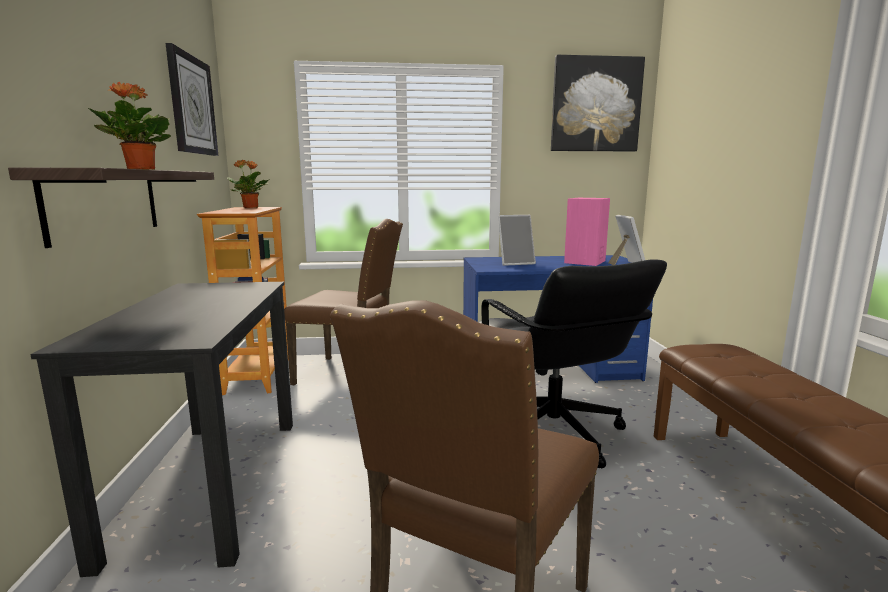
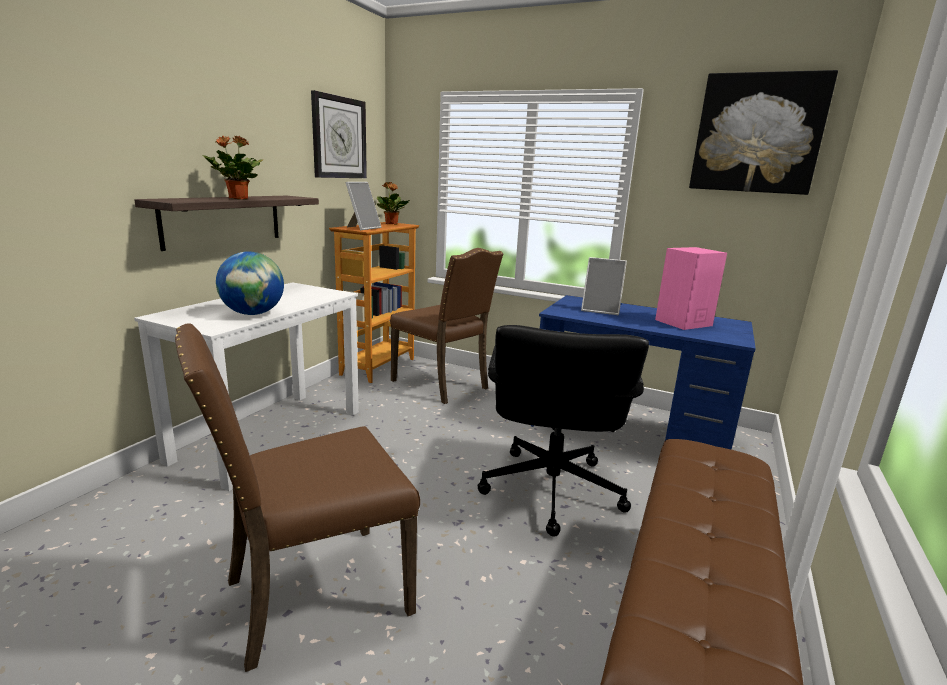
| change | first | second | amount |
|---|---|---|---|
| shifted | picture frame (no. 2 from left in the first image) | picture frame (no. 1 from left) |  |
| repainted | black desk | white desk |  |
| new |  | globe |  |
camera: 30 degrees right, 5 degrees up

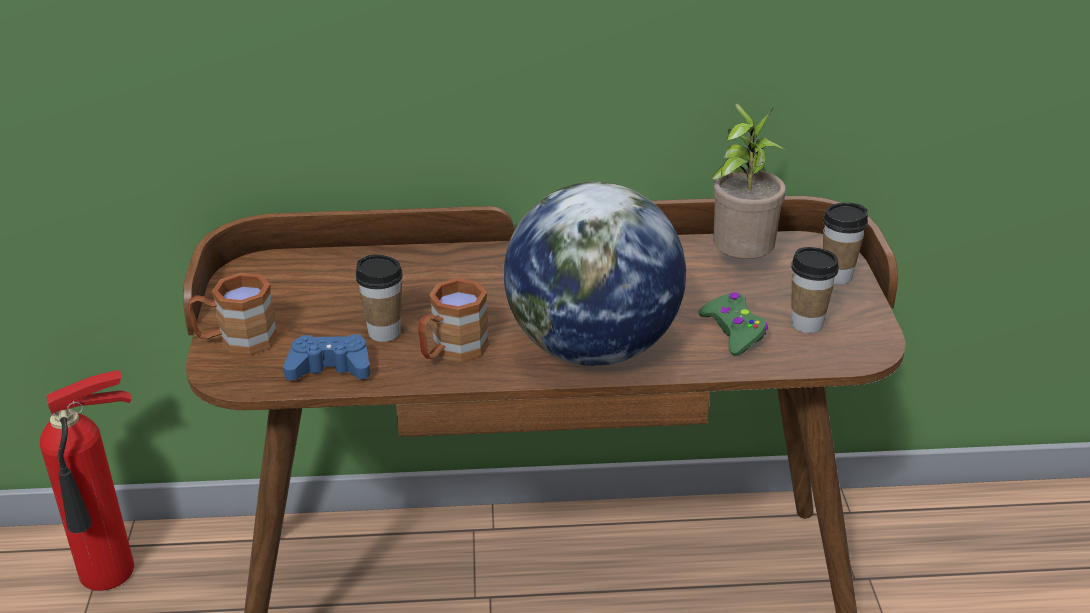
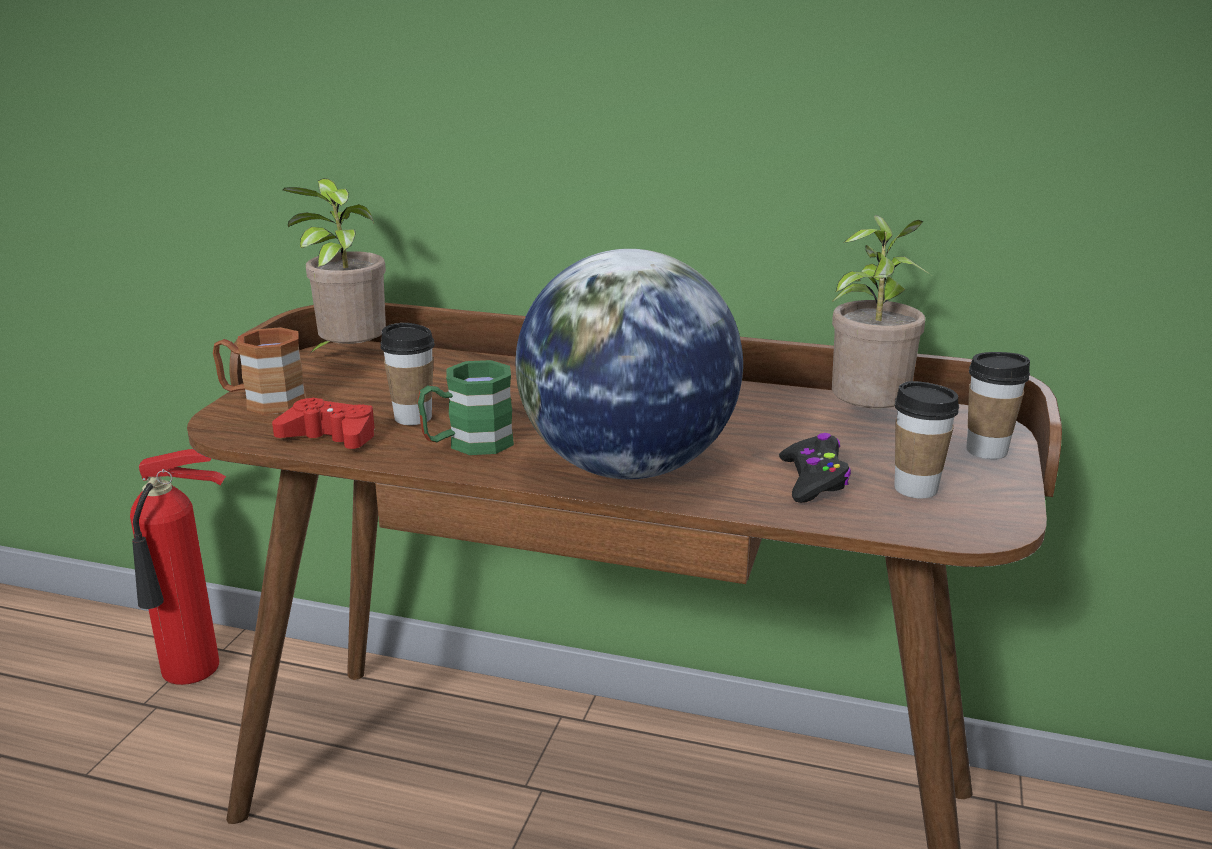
| change | first | second | amount |
|---|---|---|---|
| repainted | brown mug (no. 2 from left) | green mug |  |
| repainted | green game controller | black game controller |  |
| repainted | blue game controller | red game controller |  |
| new |  | potted plant (no. 1 from left) |  |
camera: 20 degrees right, 10 degrees down

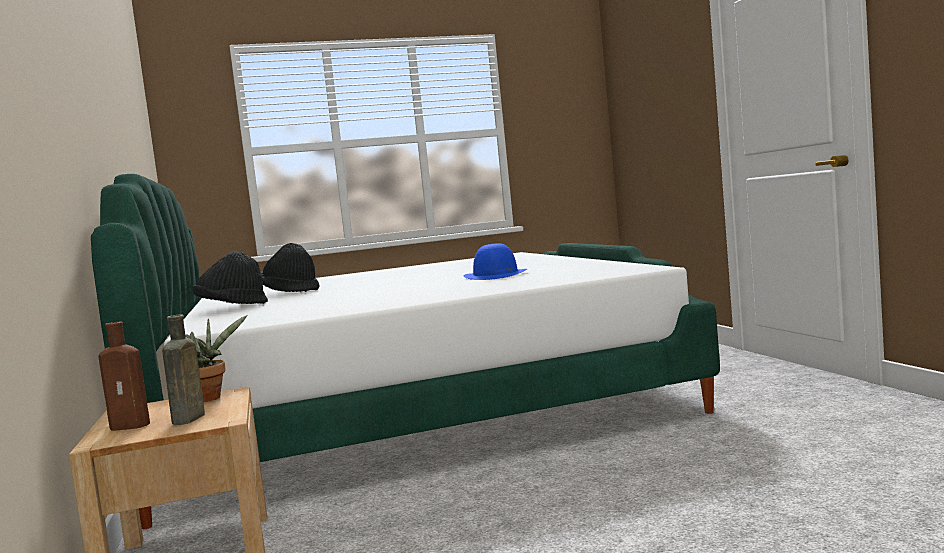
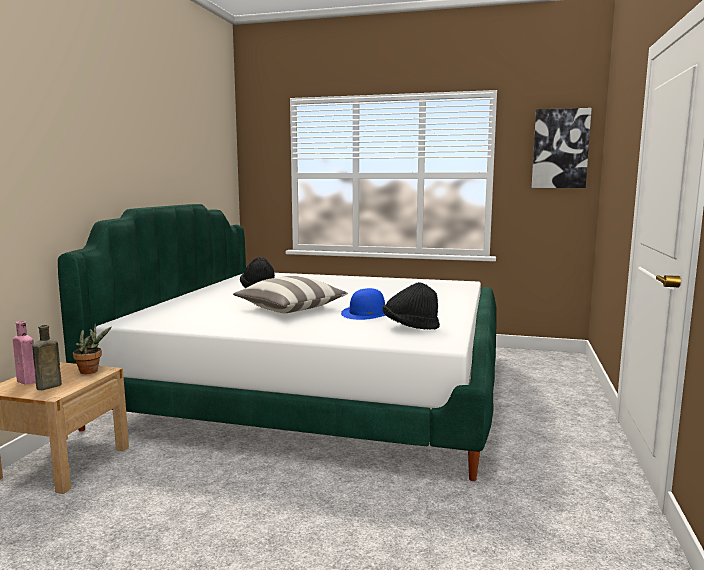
| change | first | second | amount |
|---|---|---|---|
| shifted | black hat (no. 1 from left in the first image) | black hat (no. 2 from left) |  |
| repainted | brown bottle (no. 1 from left) | pink bottle |  |
| new |  | picture |  |
| new |  | pillow |  |
camera: 30 degrees right, 5 degrees up

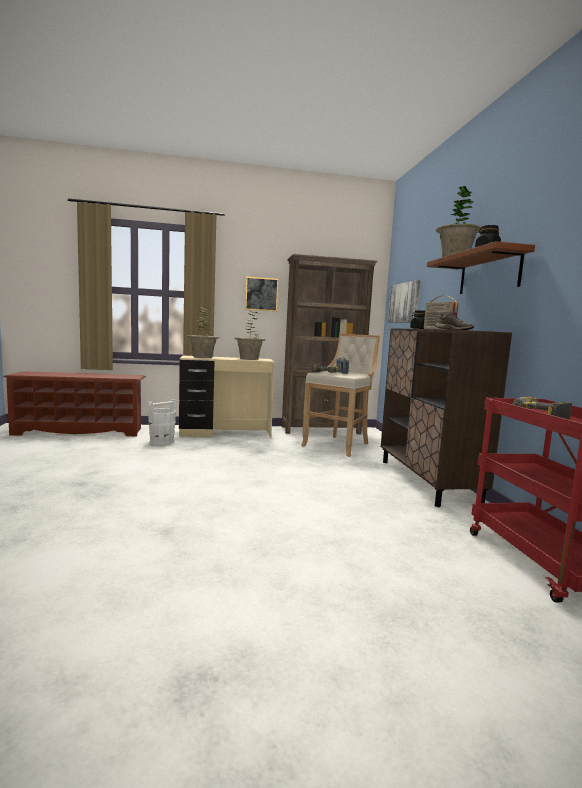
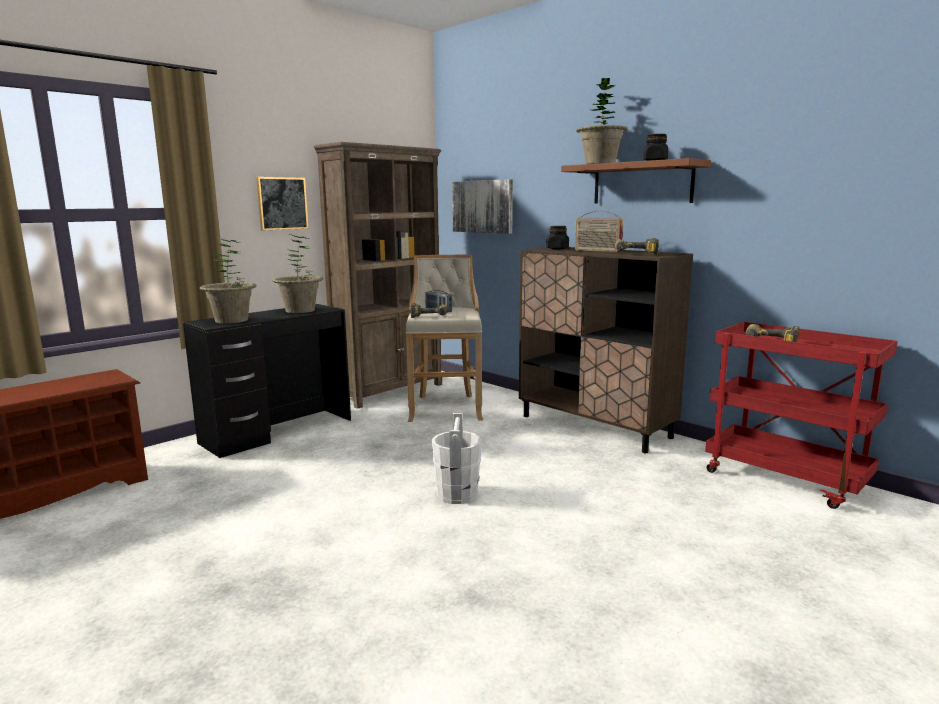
| change | first | second | amount |
|---|---|---|---|
| swapped | grey shoe | power drill (no. 2 from left) |  |
| repainted | beige desk | black desk |  |
| shifted | white bucket |  |  |
camera: 35 degrees left, 5 degrees up

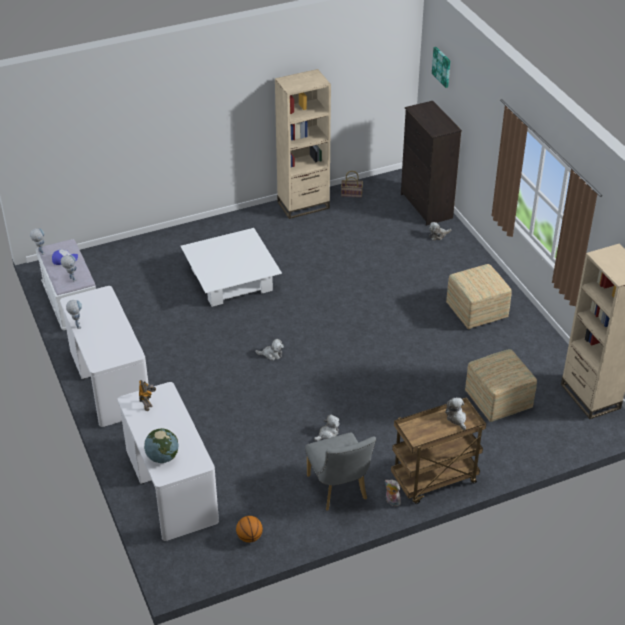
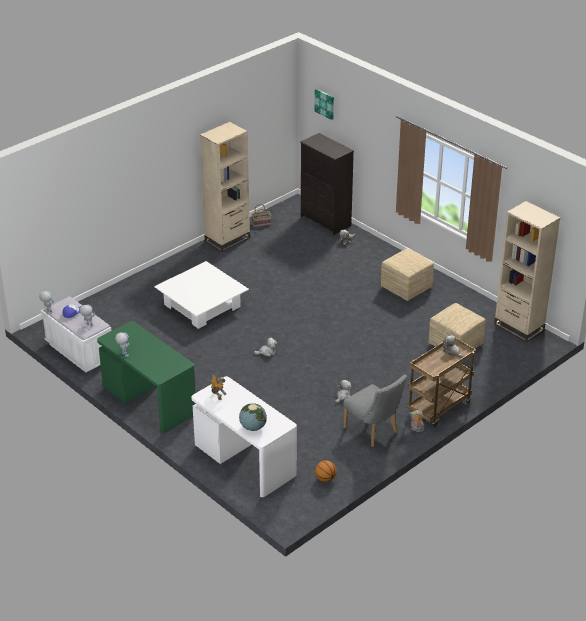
| change | first | second | amount |
|---|---|---|---|
| repainted | white desk (no. 1 from left) | green desk |  |
camera: 20 degrees left, 5 degrees down

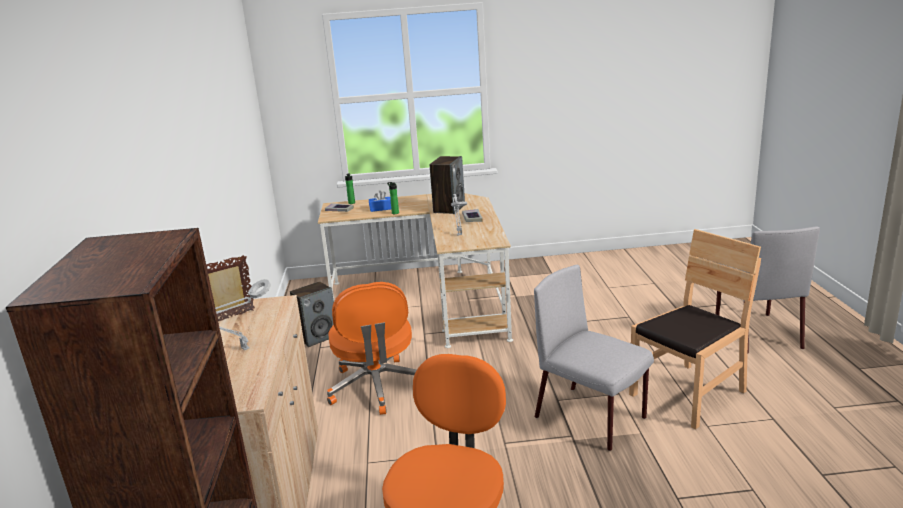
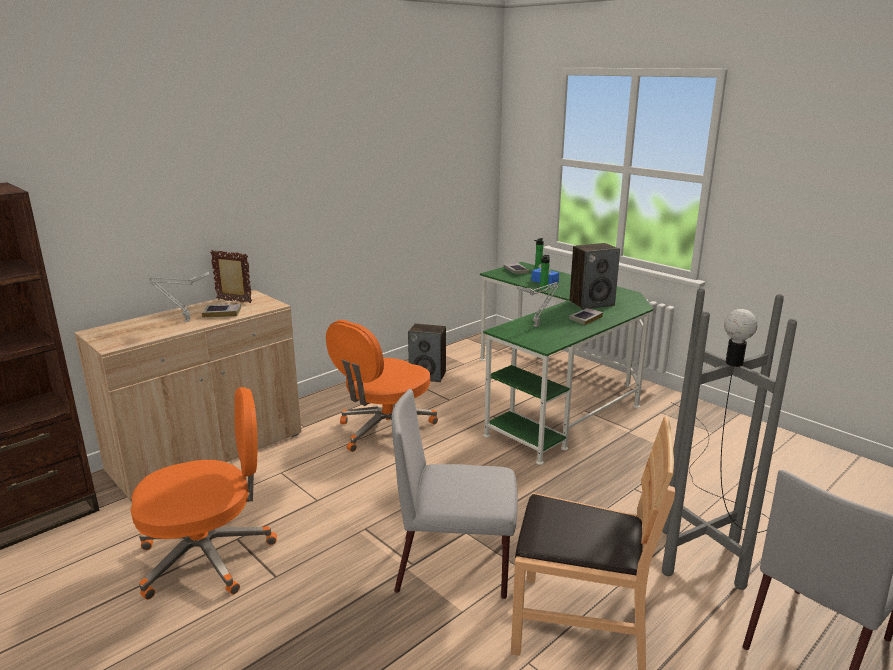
| change | first | second | amount |
|---|---|---|---|
| repainted | beige desk | green desk |  |
| rotated | grey chair (no. 1 from left) |  | 90 degrees counterclockwise |
| new |  | grey floor lamp |  |
| new |  | book (no. 1 from left) |  |
camera: 50 degrees right, 0 degrees up

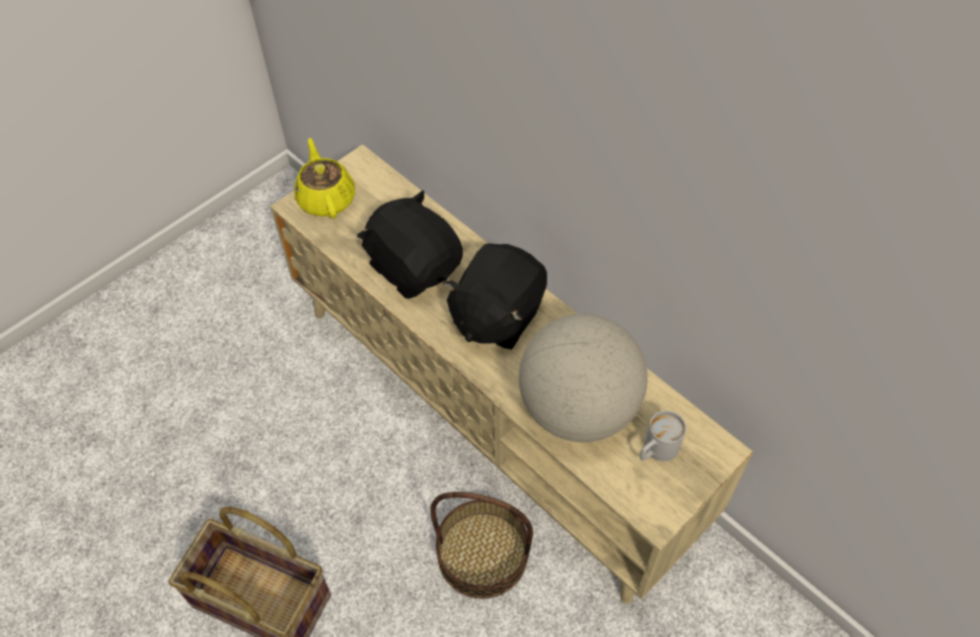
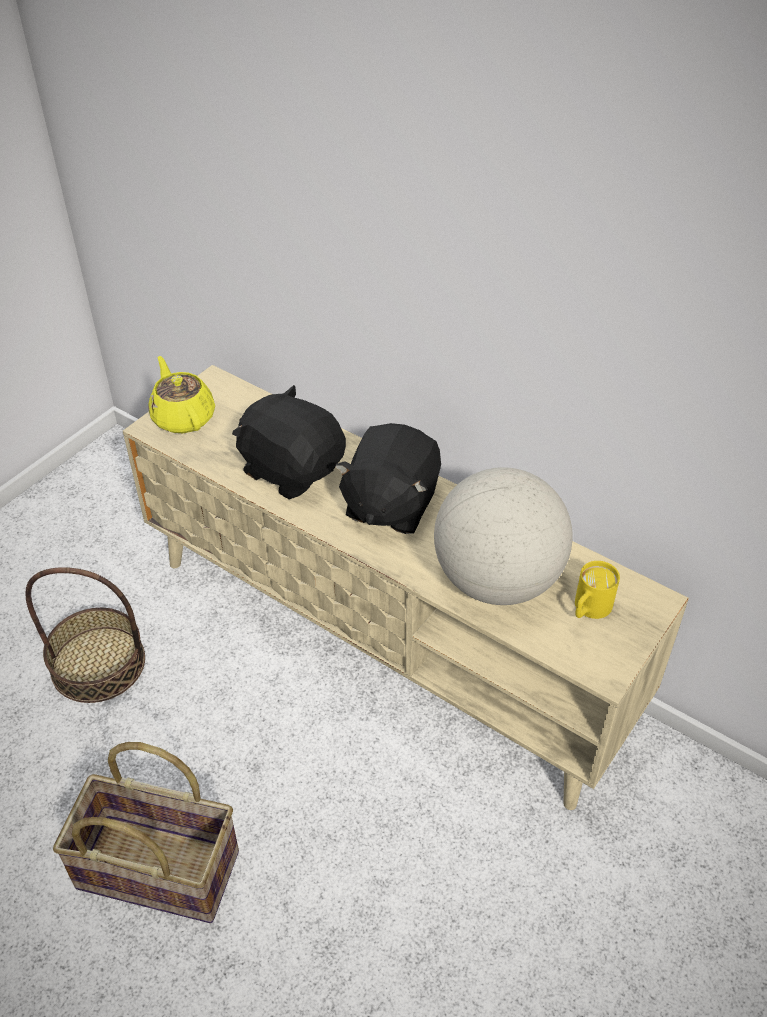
| change | first | second | amount |
|---|---|---|---|
| repainted | white mug | yellow mug |  |
| shifted | basket (no. 2 from left in the first image) | basket (no. 1 from left) |  |
camera: 10 degrees left, 10 degrees down

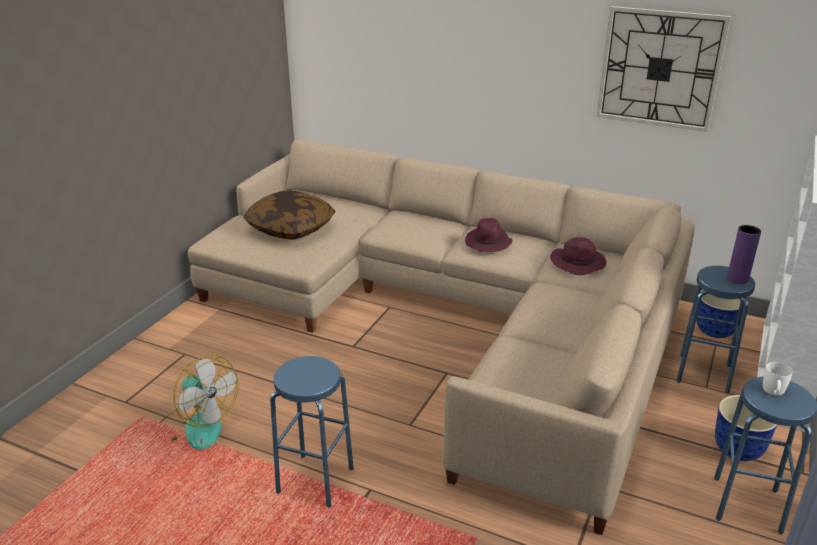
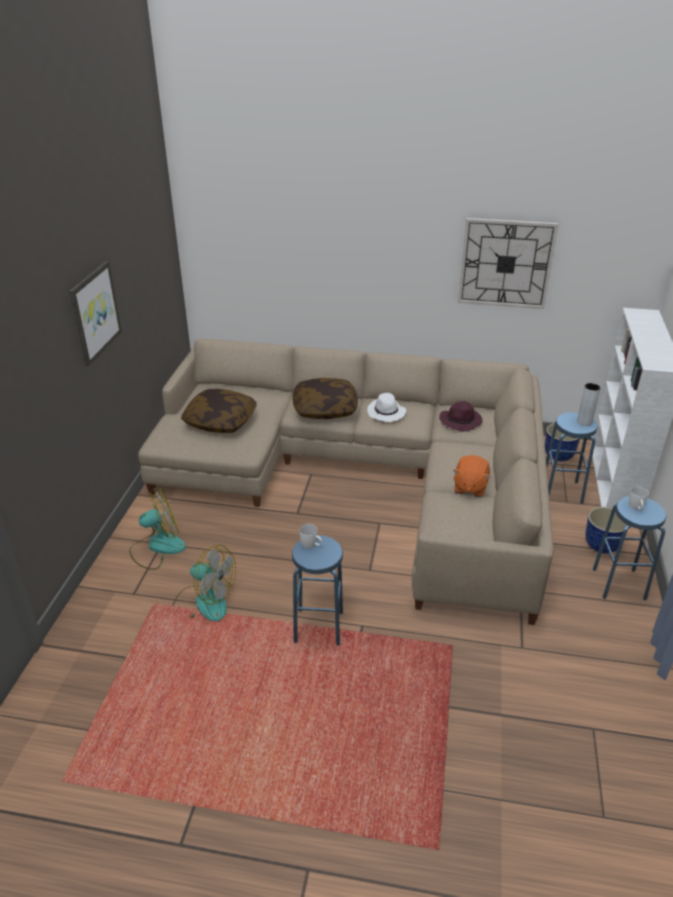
| change | first | second | amount |
|---|---|---|---|
| repainted | purple hat (no. 1 from left) | white hat |  |
| repainted | purple vase | grey vase |  |
| new |  | picture |  |
| new |  | pillow (no. 2 from left) |  |
| new |  | orange plush toy |  |
| new |  | fan (no. 1 from left) |  |
| new |  | white mug (no. 1 from left) |  |
camera: 15 degrees left, 5 degrees up

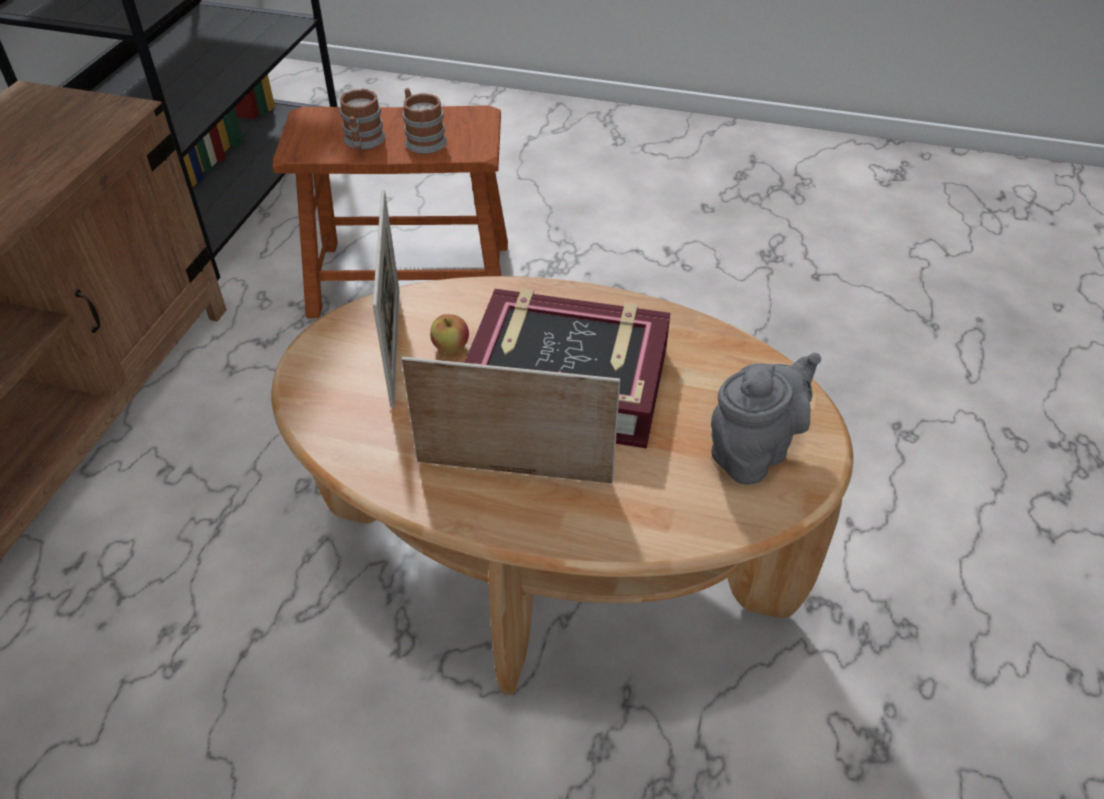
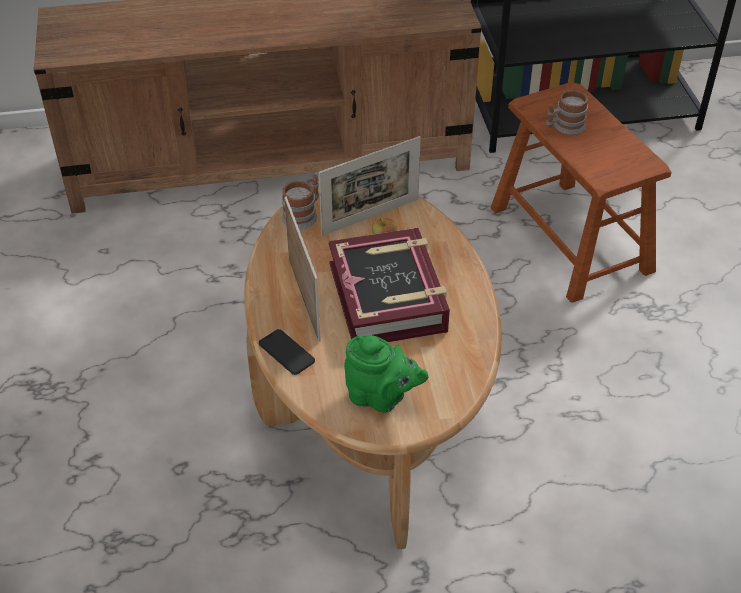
| change | first | second | amount |
|---|---|---|---|
| shifted | mug (no. 2 from left in the first image) | mug (no. 1 from left) |  |
| repainted | grey teapot | green teapot |  |
| new |  | phone |  |
camera: 65 degrees right, 0 degrees up

